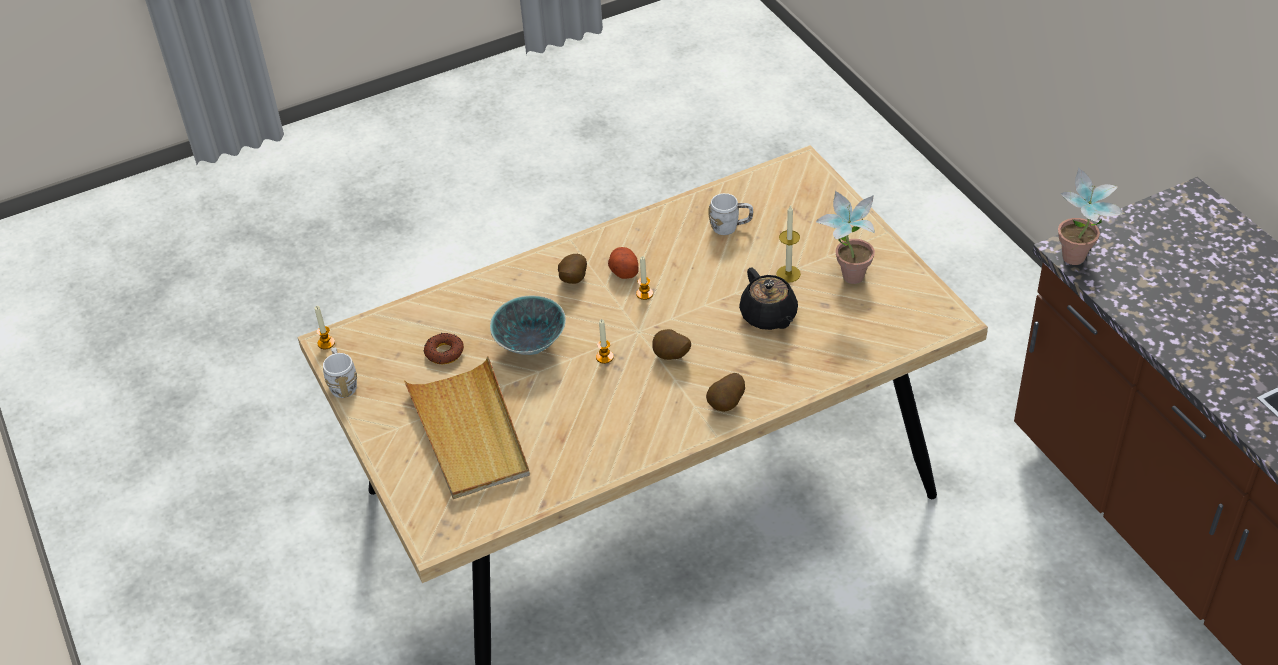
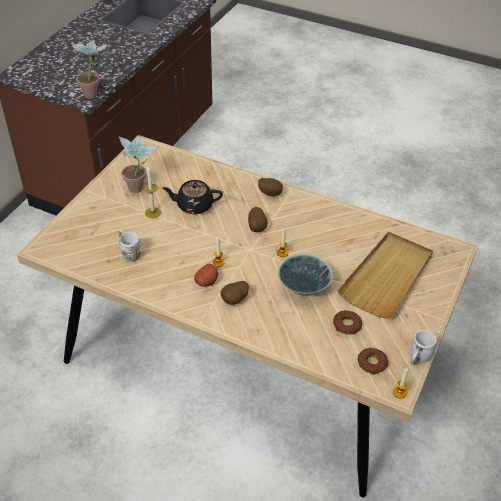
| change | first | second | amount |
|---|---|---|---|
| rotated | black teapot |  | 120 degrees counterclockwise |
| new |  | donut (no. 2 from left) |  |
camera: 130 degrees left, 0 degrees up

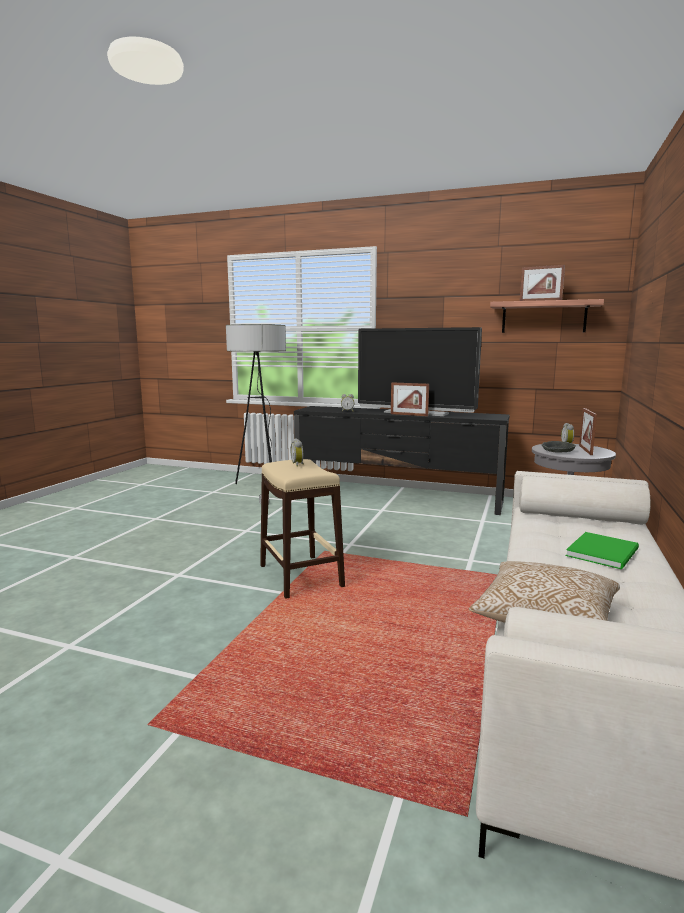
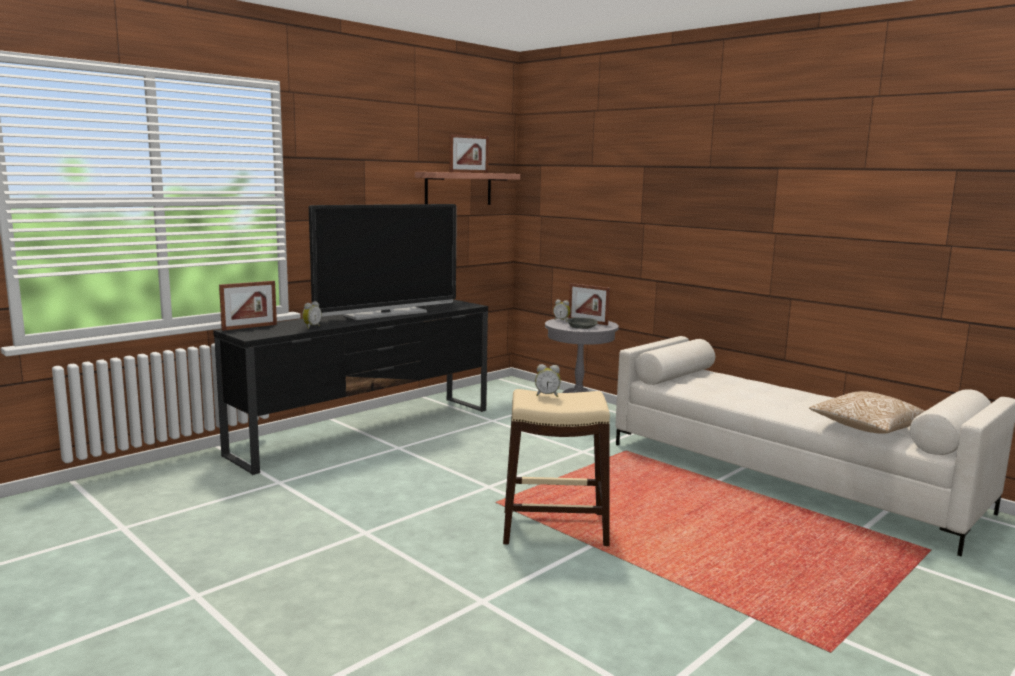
| change | first | second | amount |
|---|---|---|---|
| gone | floor lamp |  |  |
| shifted | picture frame (no. 1 from left) |  |  |
| gone | green book |  |  |
camera: 65 degrees left, 0 degrees up

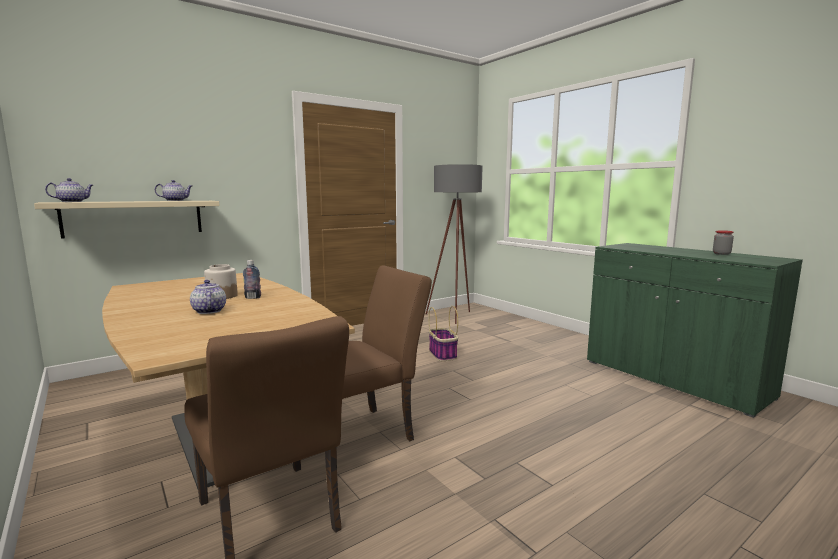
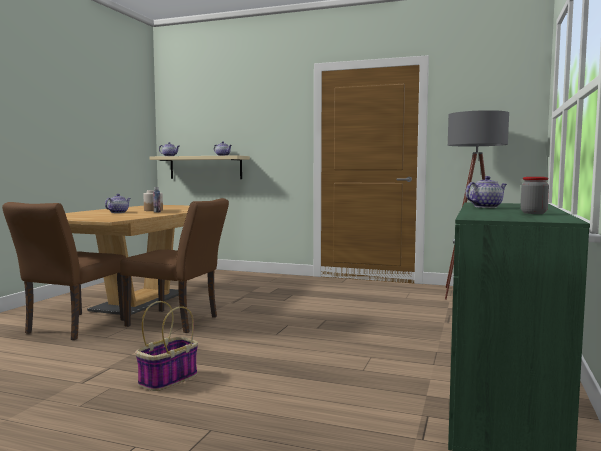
| change | first | second | amount |
|---|---|---|---|
| shifted | basket |  |  |
| new |  | teapot (no. 4 from left) |  |
camera: 55 degrees right, 5 degrees down

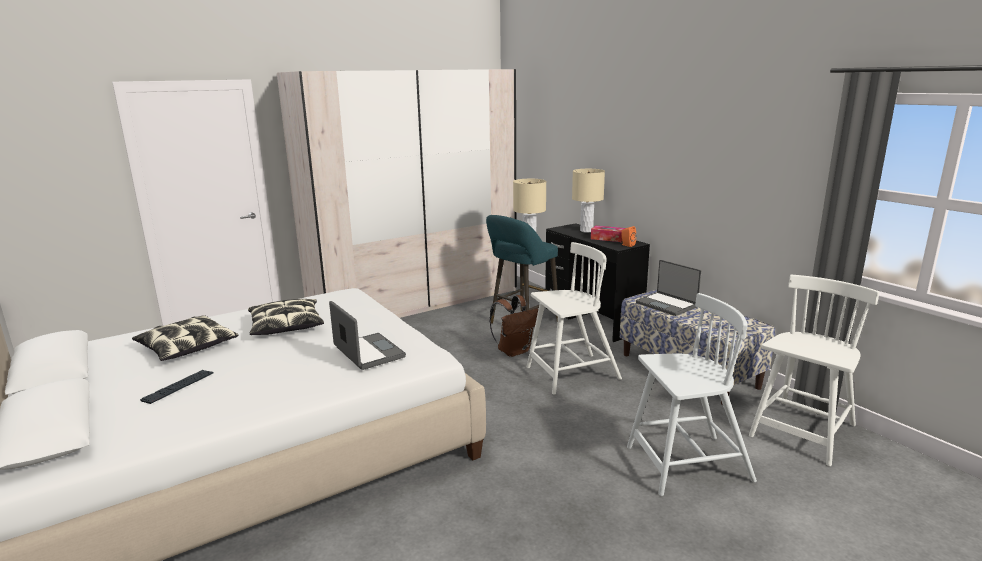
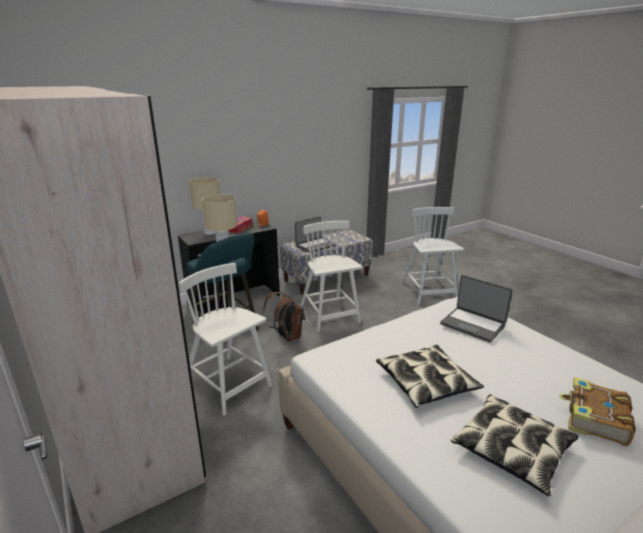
| change | first | second | amount |
|---|---|---|---|
| shifted | white chair (no. 3 from left in the first image) | white chair (no. 1 from left) |  |
| rotated | laptop (no. 1 from left in the first image) | laptop (no. 2 from left) | 105 degrees counterclockwise |
| swapped | keyboard | book |  |
camera: 90 degrees left, 5 degrees up

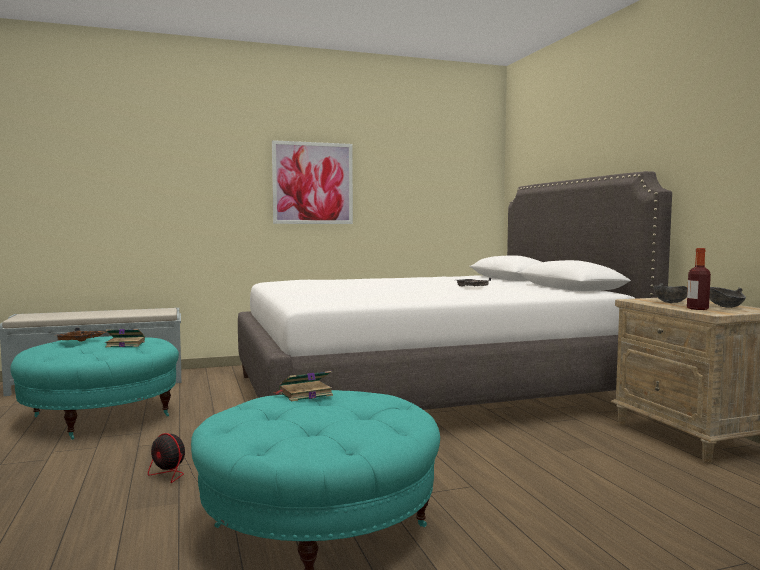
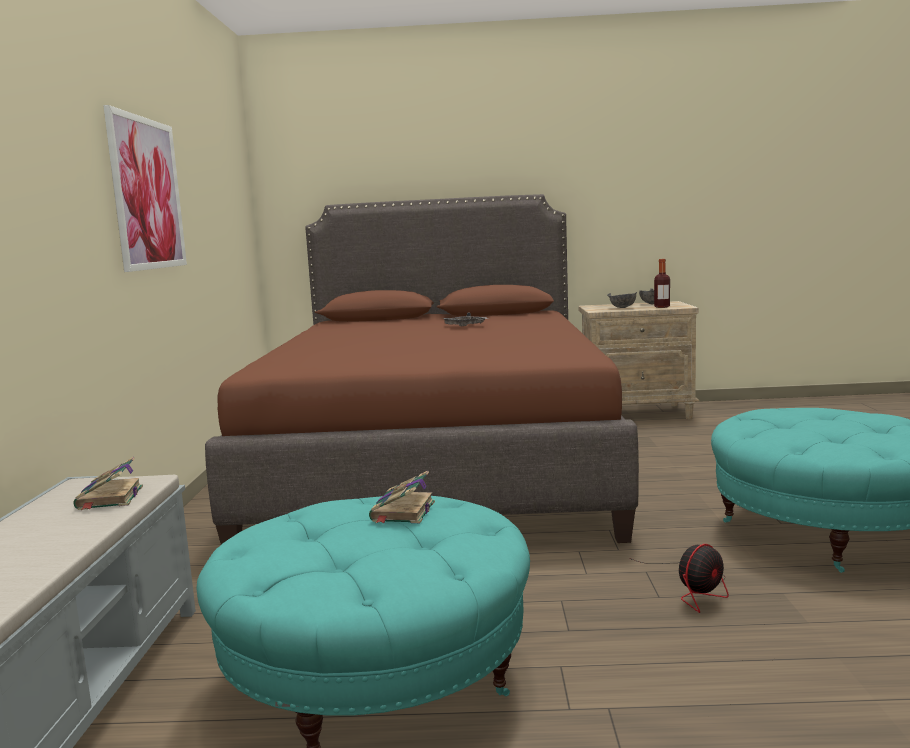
| change | first | second | amount |
|---|---|---|---|
| repainted | white bed | brown bed |  |
| gone | brown tray |  |  |
| shifted | book (no. 2 from left in the first image) | book (no. 1 from left) |  |
camera: 70 degrees left, 5 degrees up

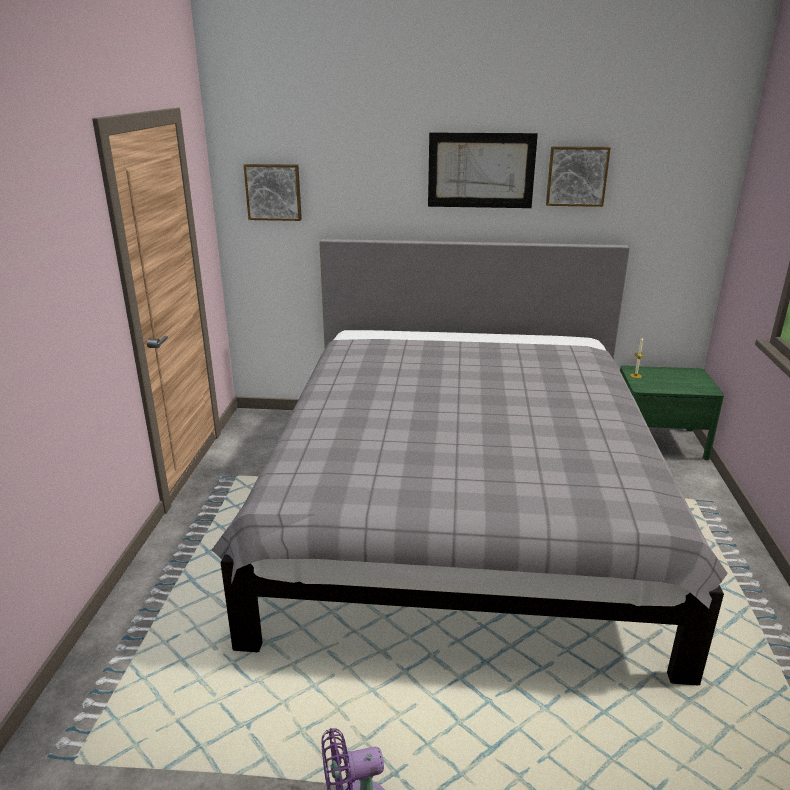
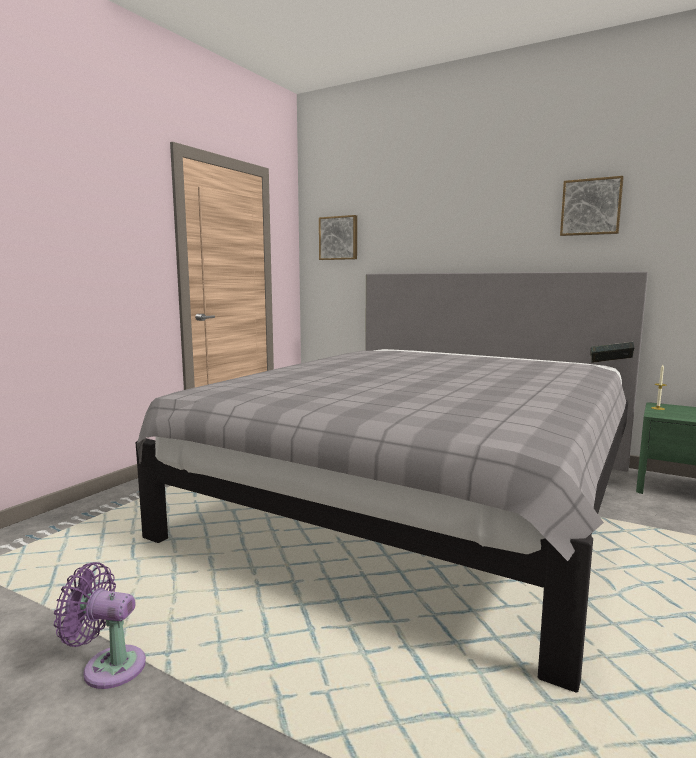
| change | first | second | amount |
|---|---|---|---|
| gone | picture (no. 2 from left) |  |  |
| new |  | book |  |
camera: 25 degrees right, 15 degrees down

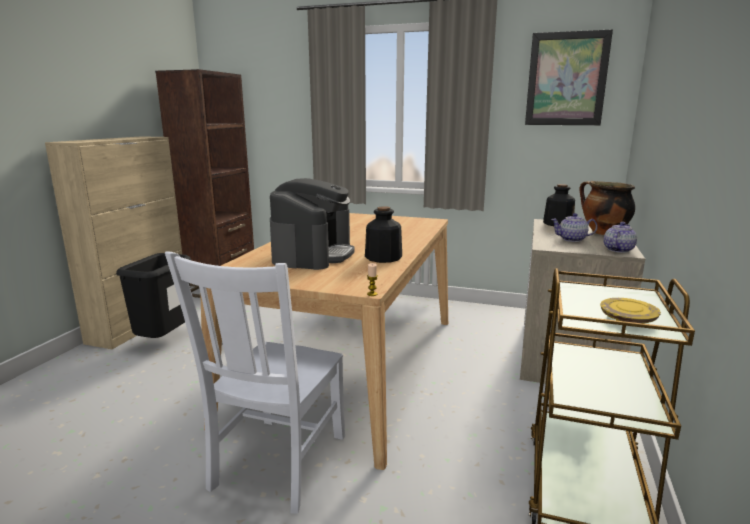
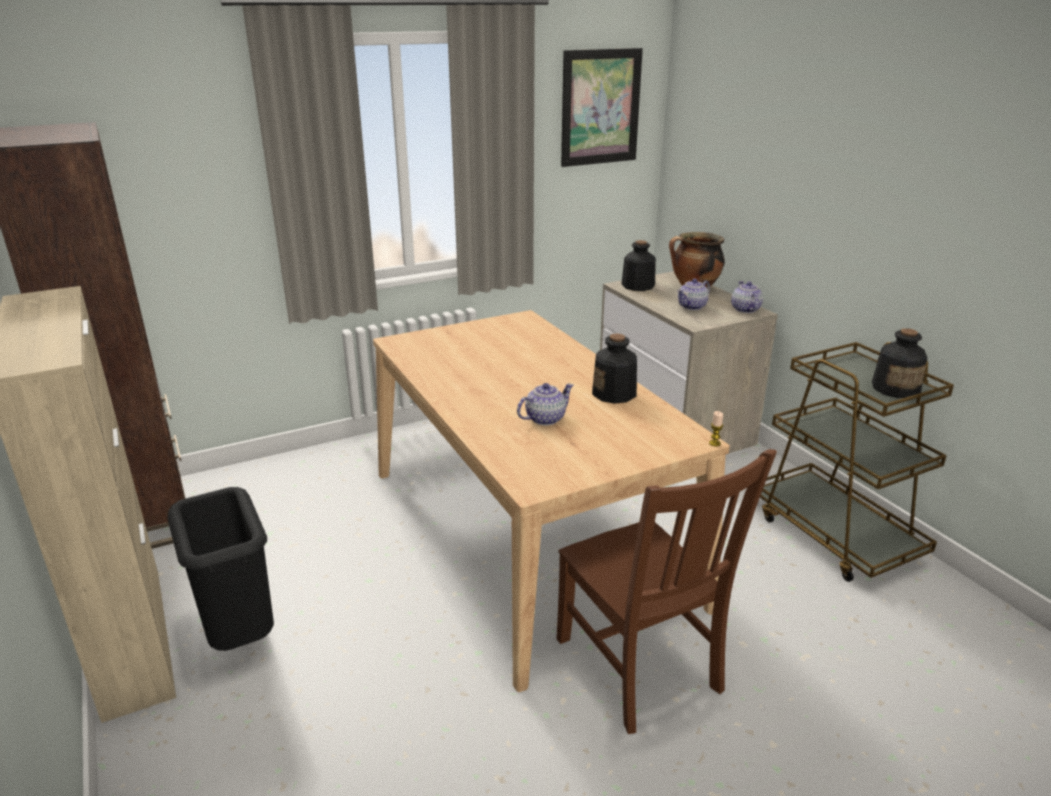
| change | first | second | amount |
|---|---|---|---|
| swapped | coffee machine | teapot (no. 1 from left) |  |
| repainted | white chair | brown chair |  |
| swapped | yellow plate | bottle (no. 3 from left) |  |
camera: 45 degrees left, 10 degrees up

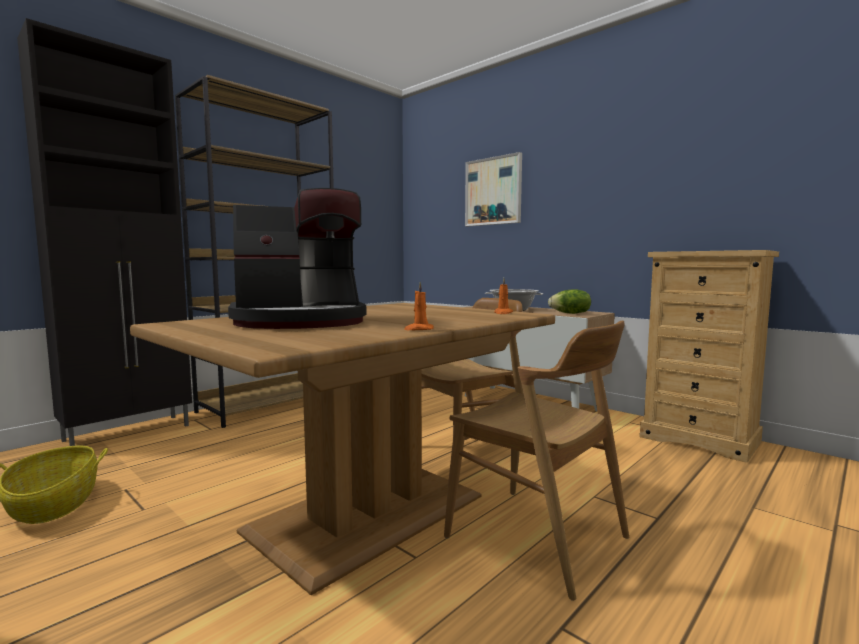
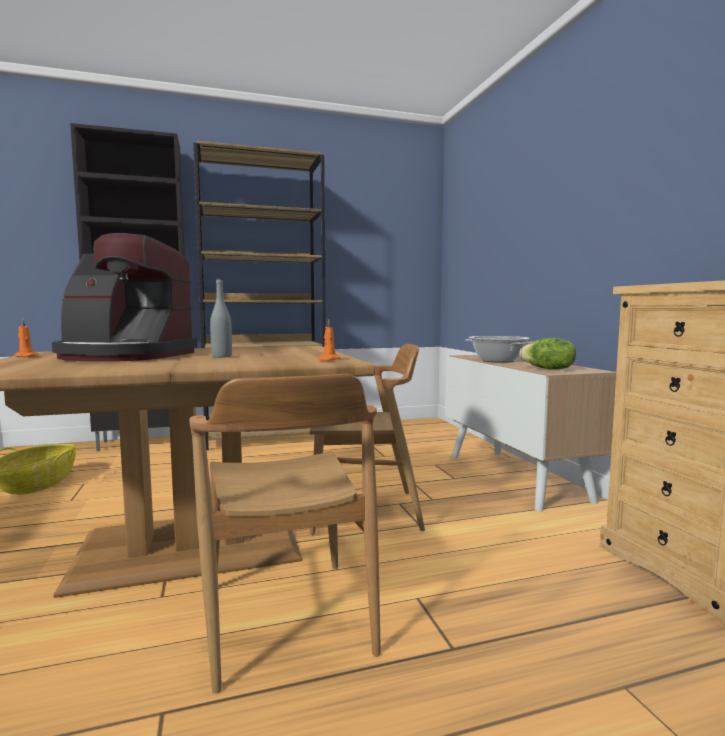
| change | first | second | amount |
|---|---|---|---|
| gone | picture |  |  |
| shifted | orange candle (no. 1 from left) |  |  |
| new |  | grey bottle |  |
camera: 30 degrees right, 0 degrees up

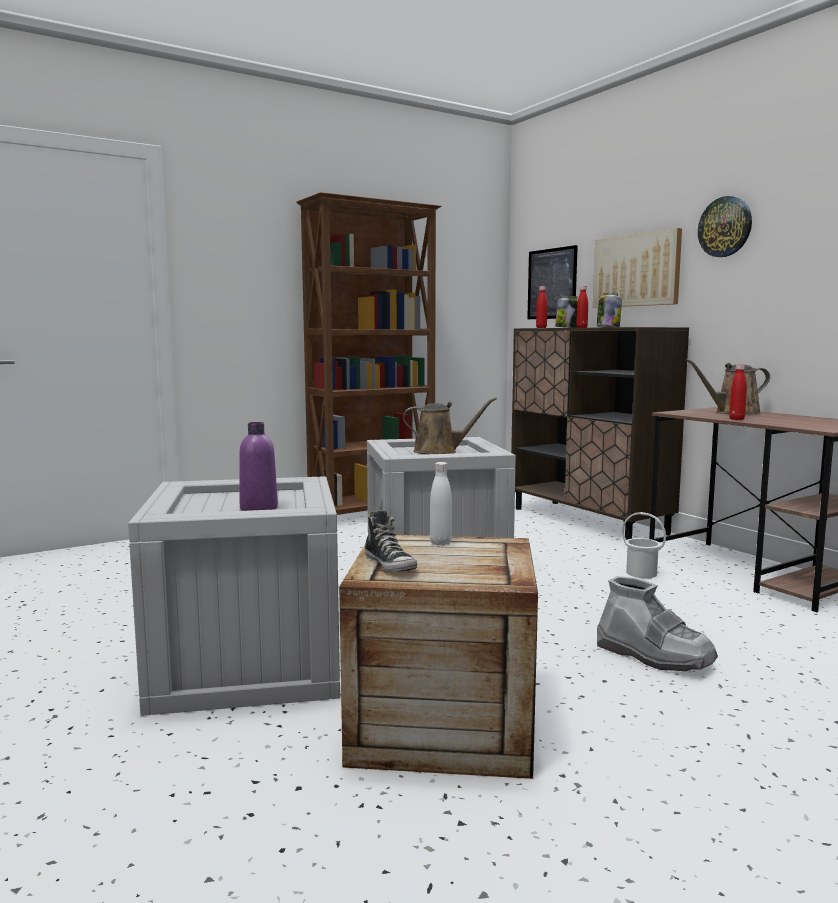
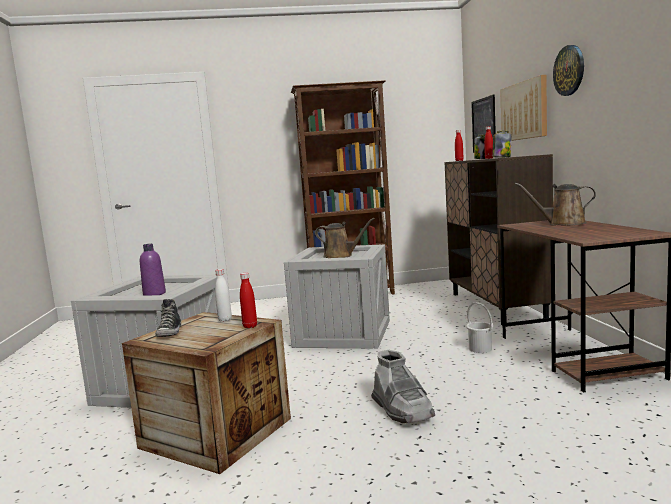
| change | first | second | amount |
|---|---|---|---|
| shifted | red bottle (no. 3 from left in the first image) | red bottle (no. 1 from left) |  |
camera: 25 degrees right, 0 degrees up

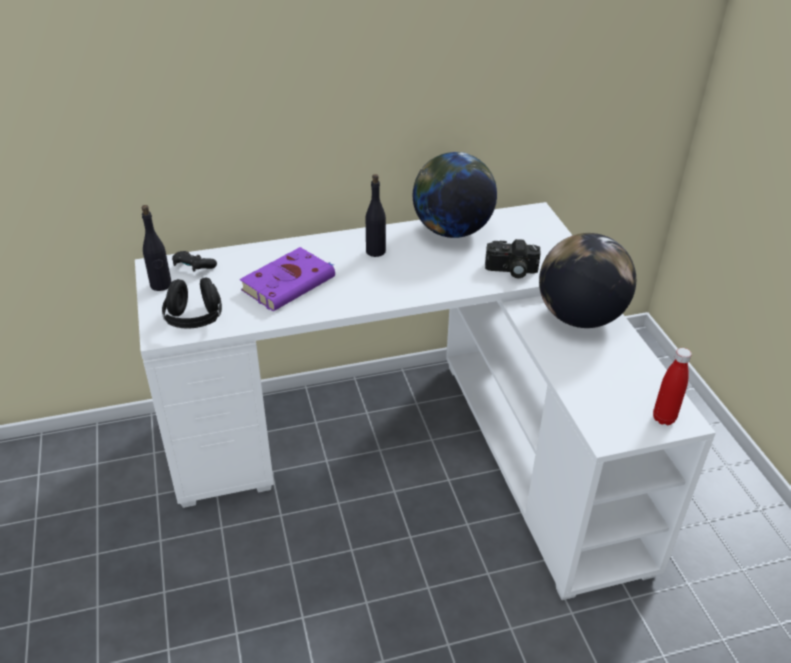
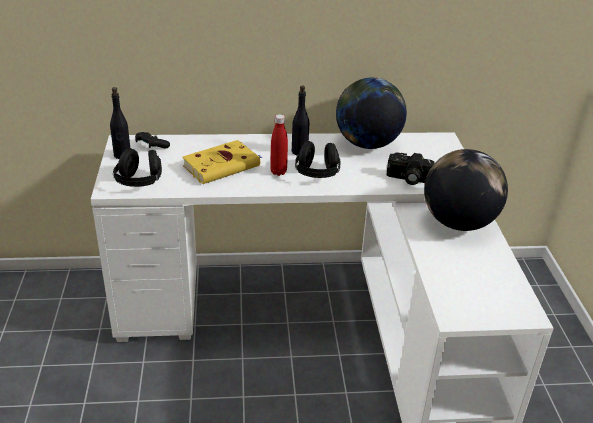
| change | first | second | amount |
|---|---|---|---|
| repainted | purple book | yellow book |  |
| shifted | red bottle |  |  |
| new |  | black headphones (no. 2 from left) |  |
camera: 10 degrees right, 5 degrees down

